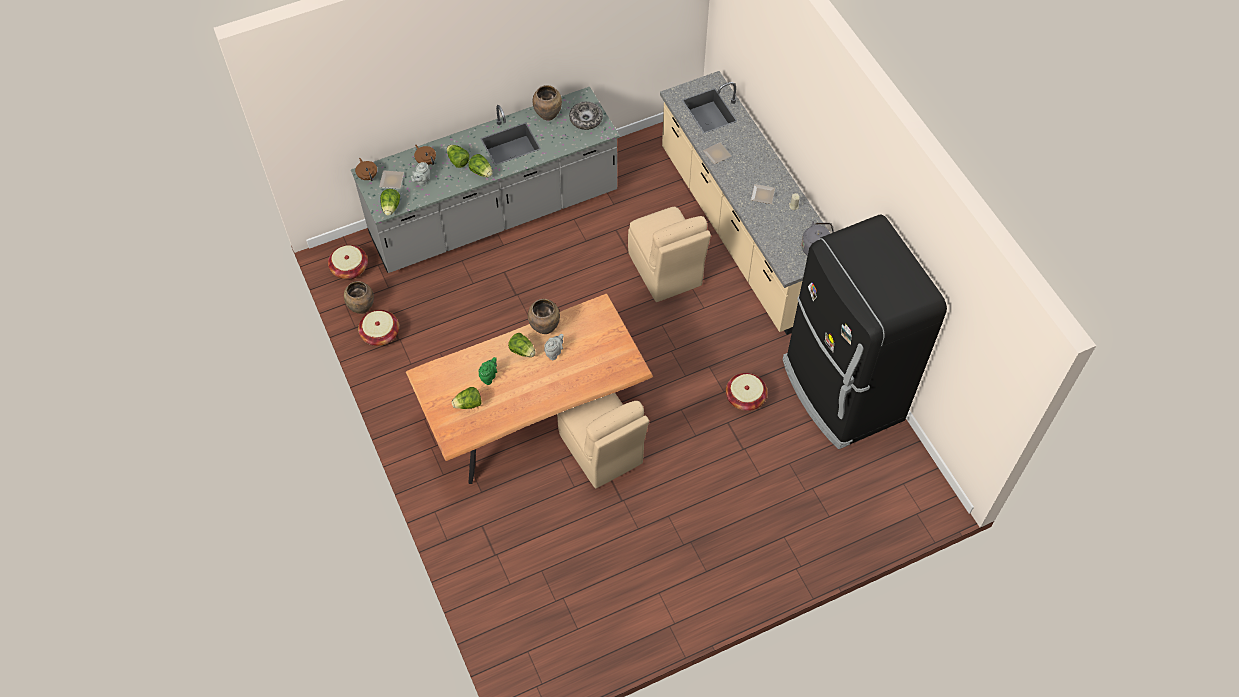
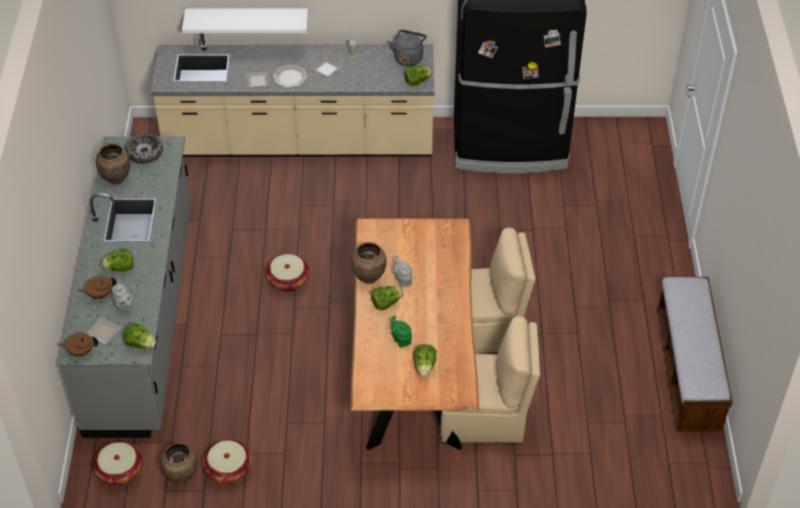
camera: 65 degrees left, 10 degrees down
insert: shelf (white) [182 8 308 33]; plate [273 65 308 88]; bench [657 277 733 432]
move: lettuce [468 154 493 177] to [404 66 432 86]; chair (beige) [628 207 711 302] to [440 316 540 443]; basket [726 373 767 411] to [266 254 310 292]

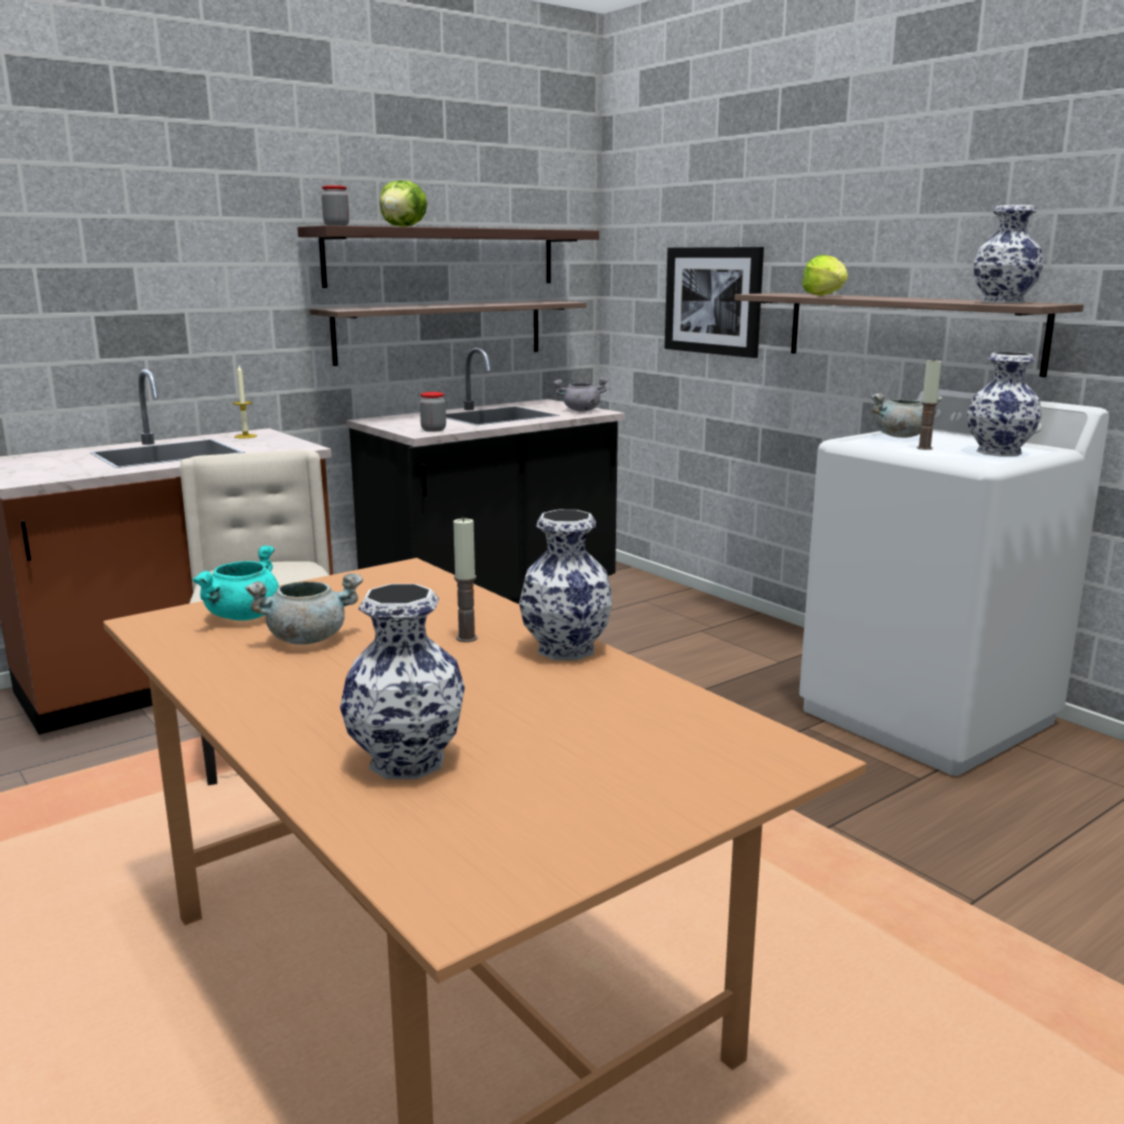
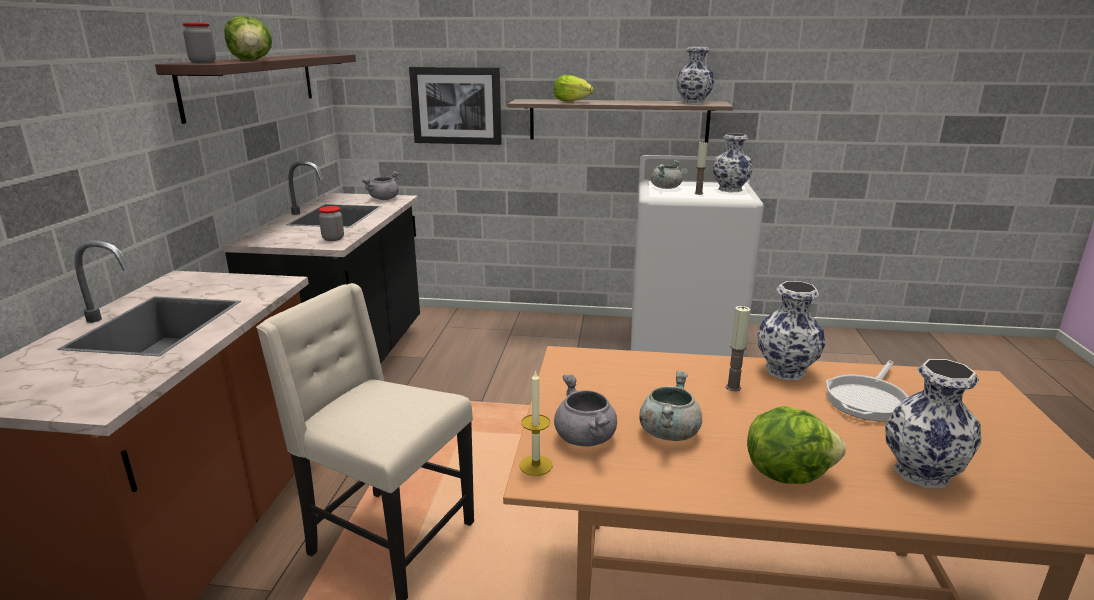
camera: 45 degrees left, 5 degrees up
delete: shelf [309 301 586 366]
insert: lettuce [747 406 846 484]; frying pan [826 361 908 421]
move: candle [233 365 257 438] to [520 370 553 476]
recolor: cooking pot (turquoise) [192 545 279 621] to cooking pot (grey) [554 374 617 446]

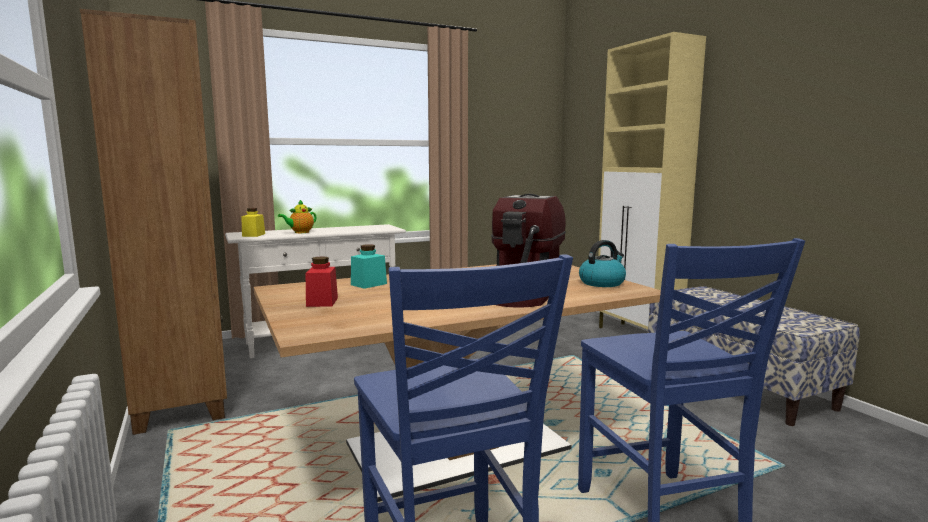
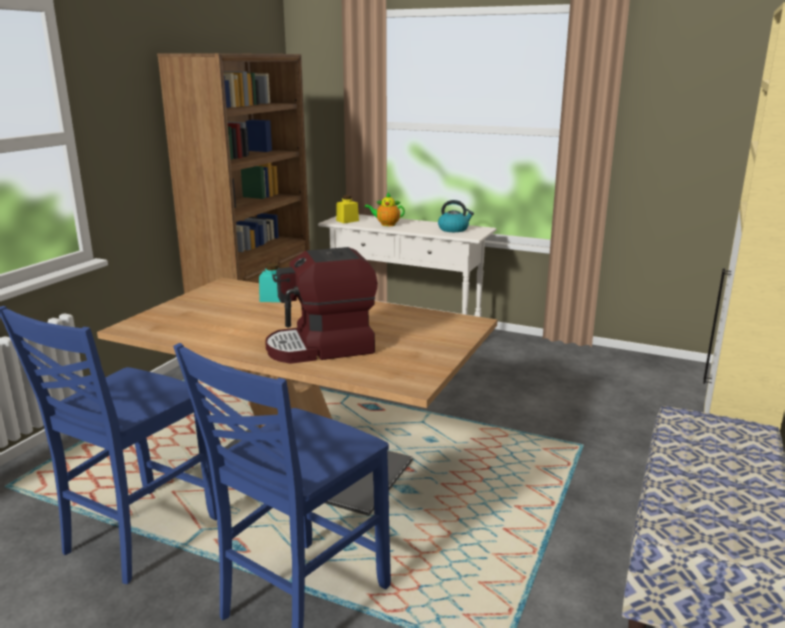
camera: 50 degrees right, 10 degrees up
delete: jar (red) [306 256 338 307]
move: kettle [579 240 626 287] to [438 200 474 232]

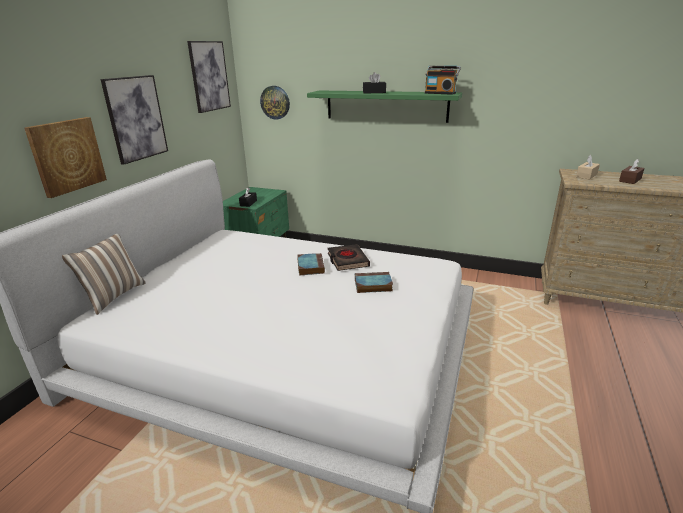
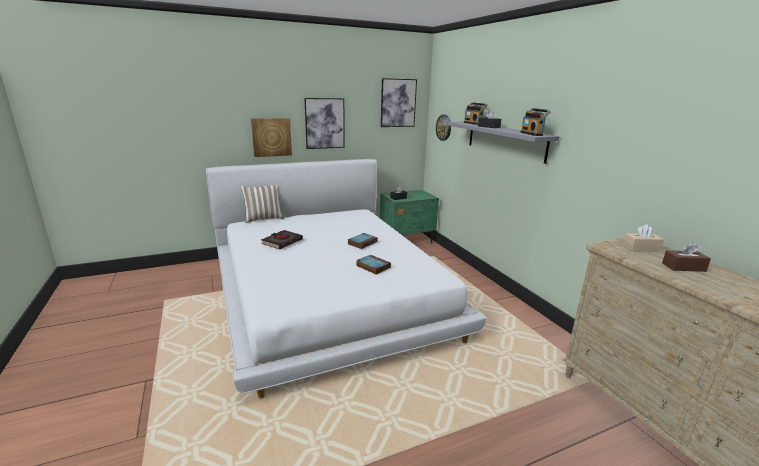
camera: 45 degrees right, 5 degrees down
insert: radio [464 102 488 125]
move: book (black) [327 244 370 271] to [261 230 303 249]
recolor: shelf (green) [307 91 462 123] to shelf (grey) [447 121 560 164]

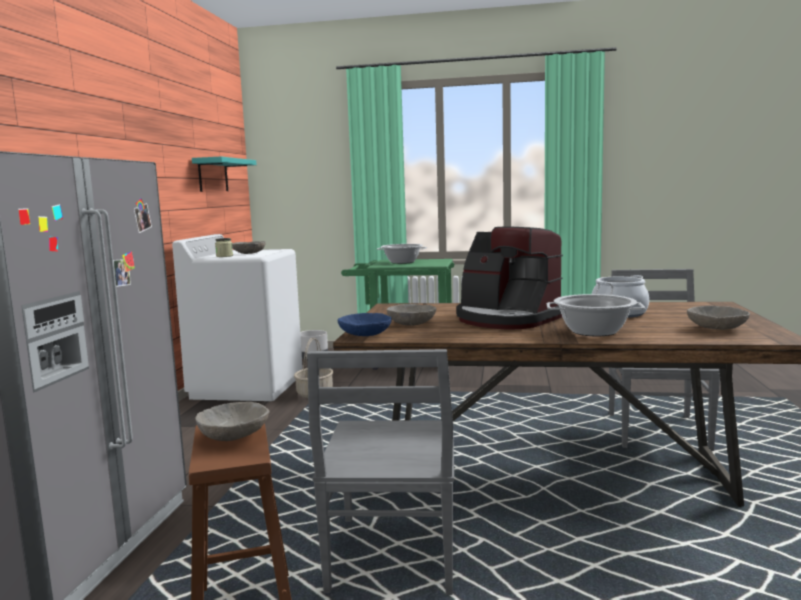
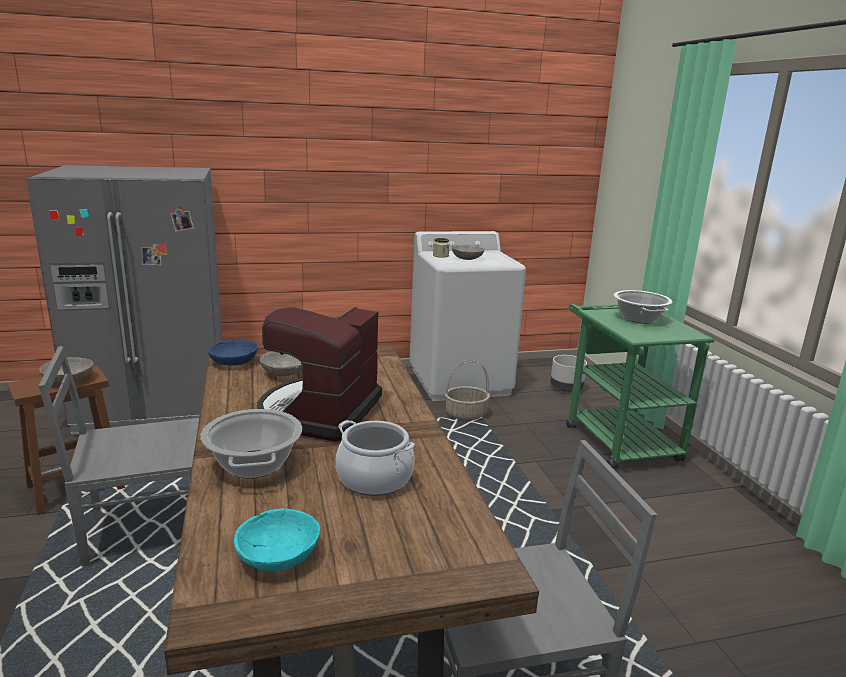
camera: 65 degrees right, 10 degrees up
delete: shelf (turquoise) [192 157 257 192]
recolor: bowl (grey) [687 306 750 330] to bowl (turquoise) [234 508 320 571]

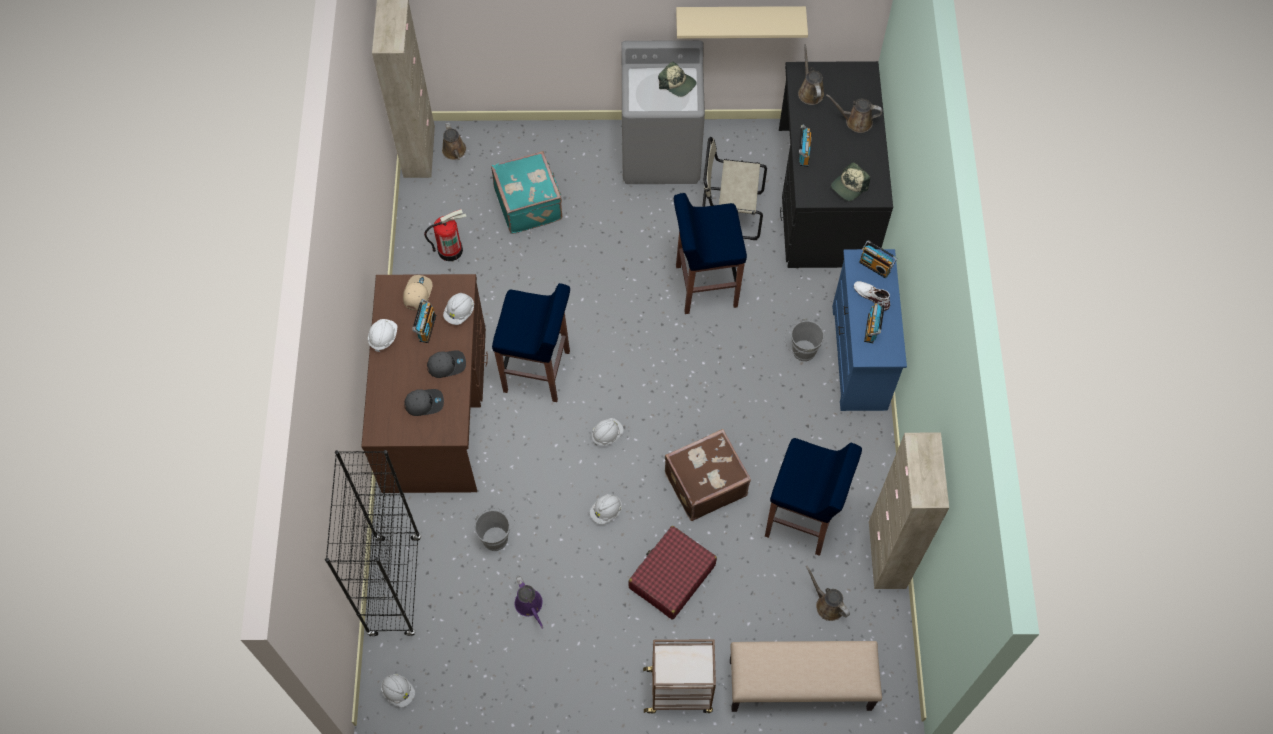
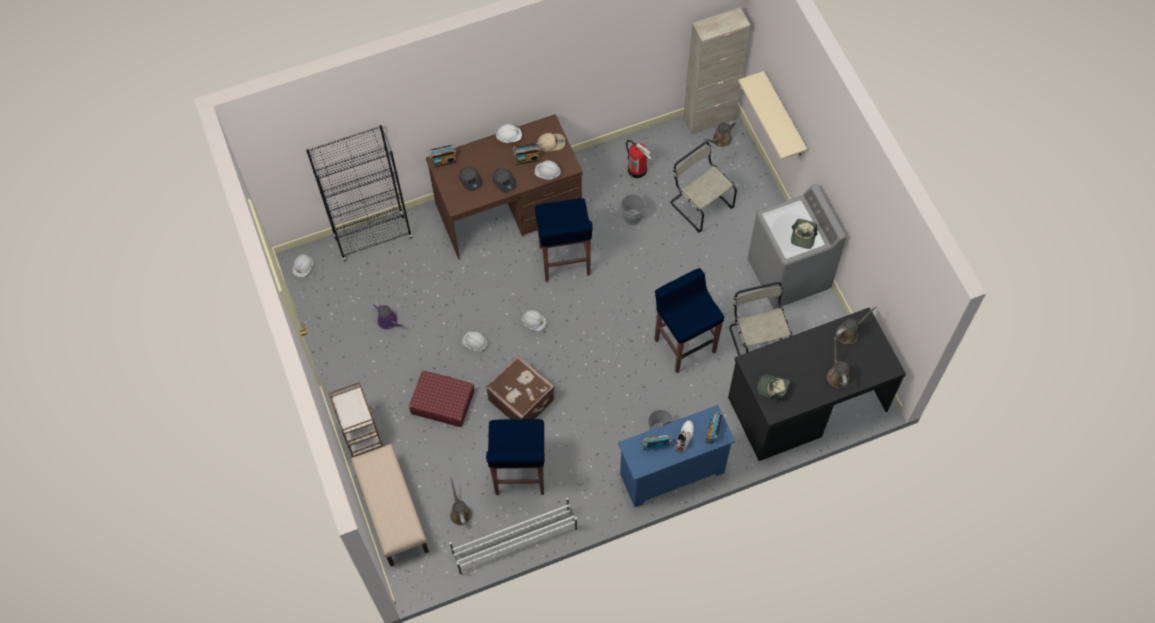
camera: 70 degrees right, 0 degrees up
move: bucket (grey) [475 508 515 551] to [621 192 649 225]; shelf (beige) [676 6 808 38] to [738 71 807 160]; radio [799 125 812 167] to [429 144 457 168]
replace: suitcase (turquoise) [491 151 562 234] to chair (beige) [671 141 737 233]; cabinet (beige) [869 432 949 589] to shoe rack (white) [449 498 577 576]
rotate: watering can (purple) [515 576 543 629] = [373 302 405 330] 90 degrees counterclockwise; watering can (brown) [806 566 850 621] = [450 477 472 526] 45 degrees counterclockwise

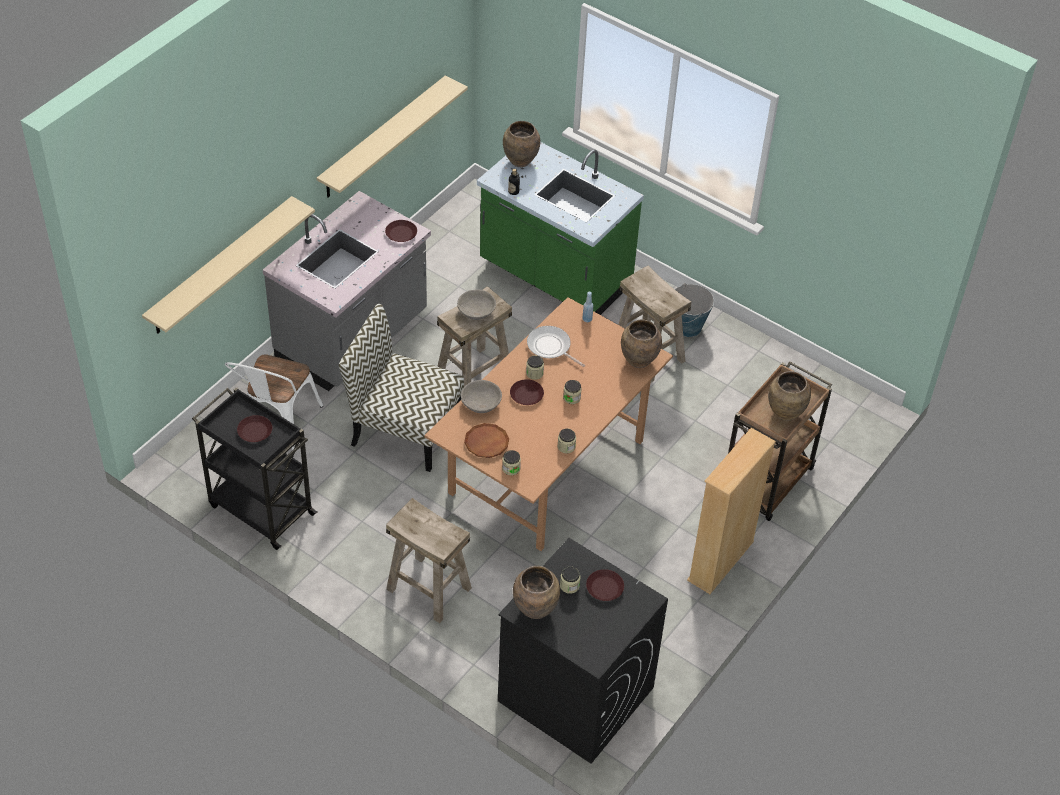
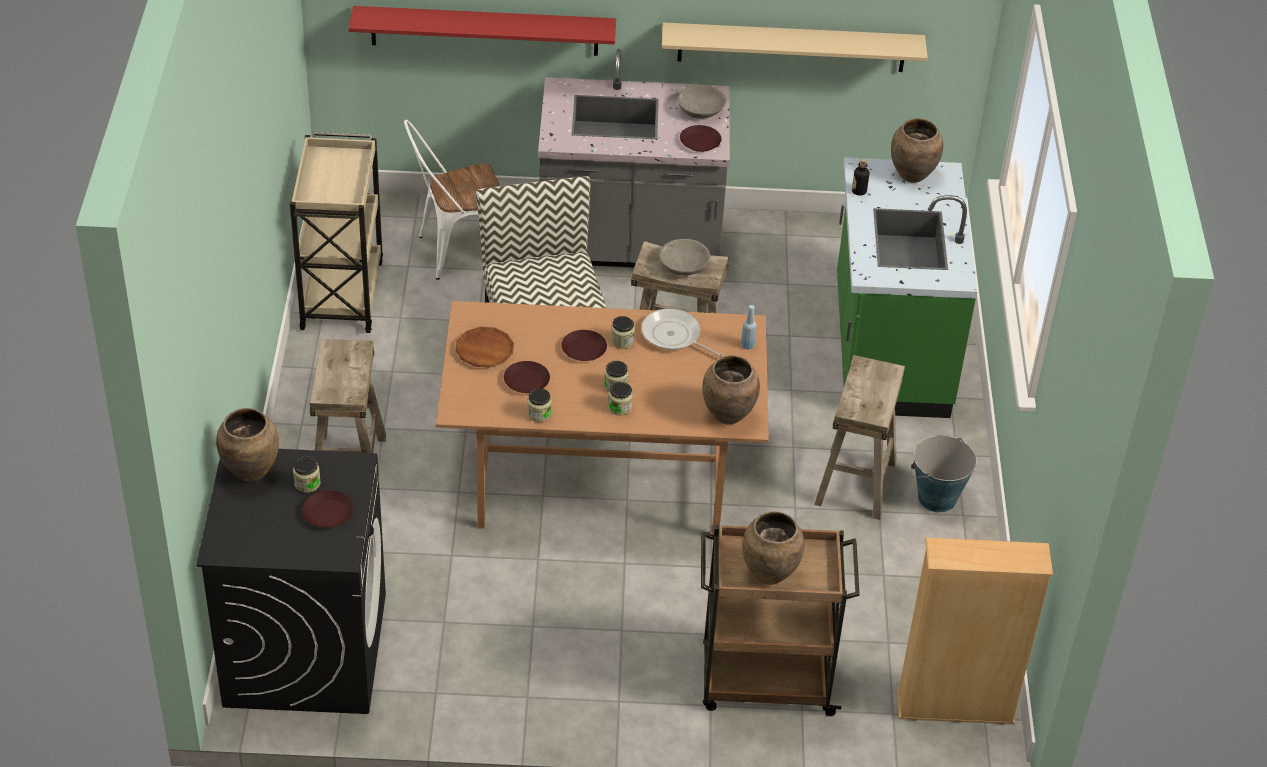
camera: 55 degrees right, 5 degrees down
move: plate (brown) [237 415 272 442] to [504 361 550 393]; bowl (grey) [461 380 502 413] to [678 85 726 119]; jar [502 450 521 475] to [608 382 633 416]; bookcase (beige) [687 428 776 594] to [896 538 1053 724]
recolor: shelf (beige) [142 196 315 334] to shelf (red) [349 6 616 56]; cart (black) [192 387 317 550] to cart (beige) [290 132 383 333]
rotate: frying pan [527 326 585 367] = [641 308 724 357] 60 degrees counterclockwise

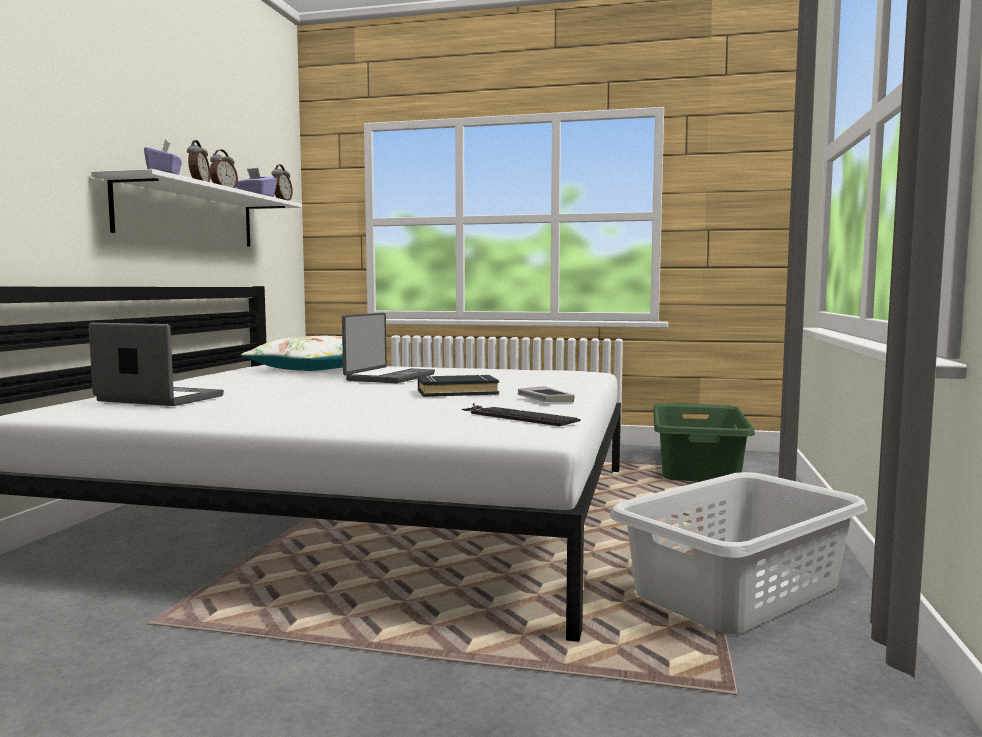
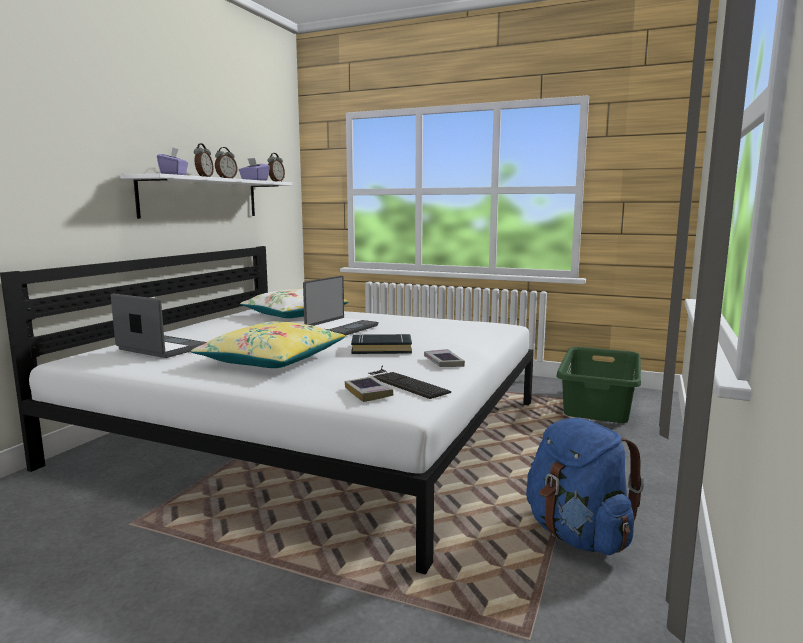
camera: 10 degrees right, 5 degrees up
insert: pillow (yellow) [191 322 346 368]; book [344 376 393 402]
replace: laundry basket (grey) [610 472 867 634] to backpack (blue) [526 418 644 555]

